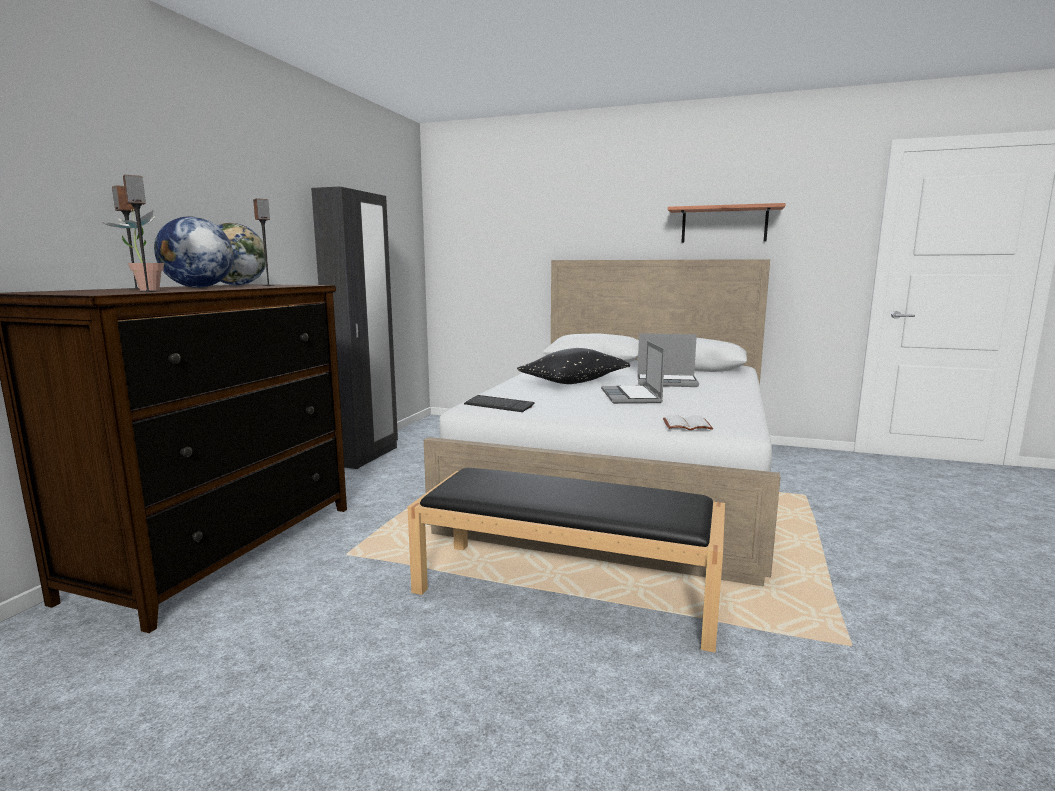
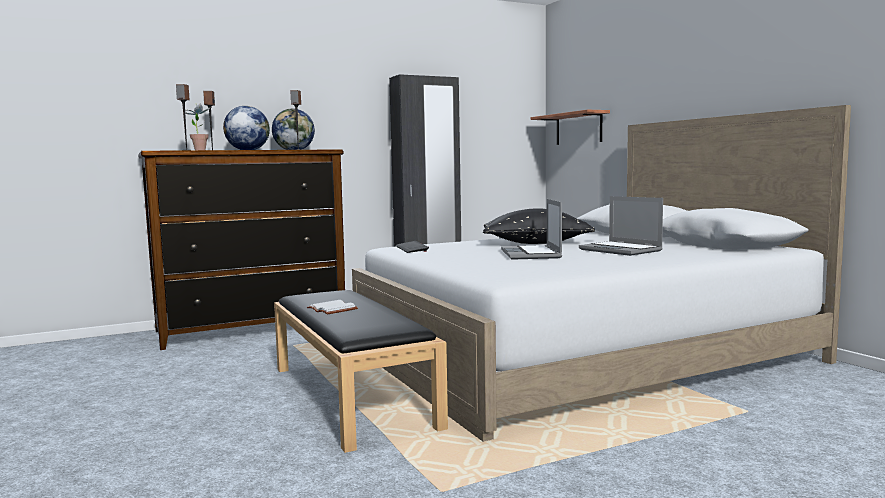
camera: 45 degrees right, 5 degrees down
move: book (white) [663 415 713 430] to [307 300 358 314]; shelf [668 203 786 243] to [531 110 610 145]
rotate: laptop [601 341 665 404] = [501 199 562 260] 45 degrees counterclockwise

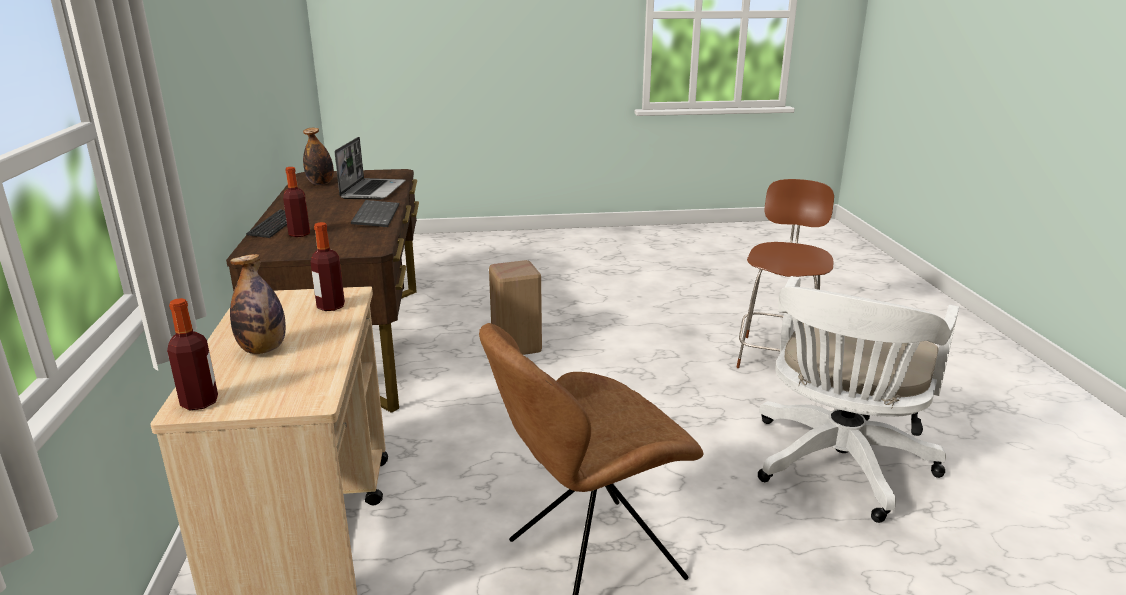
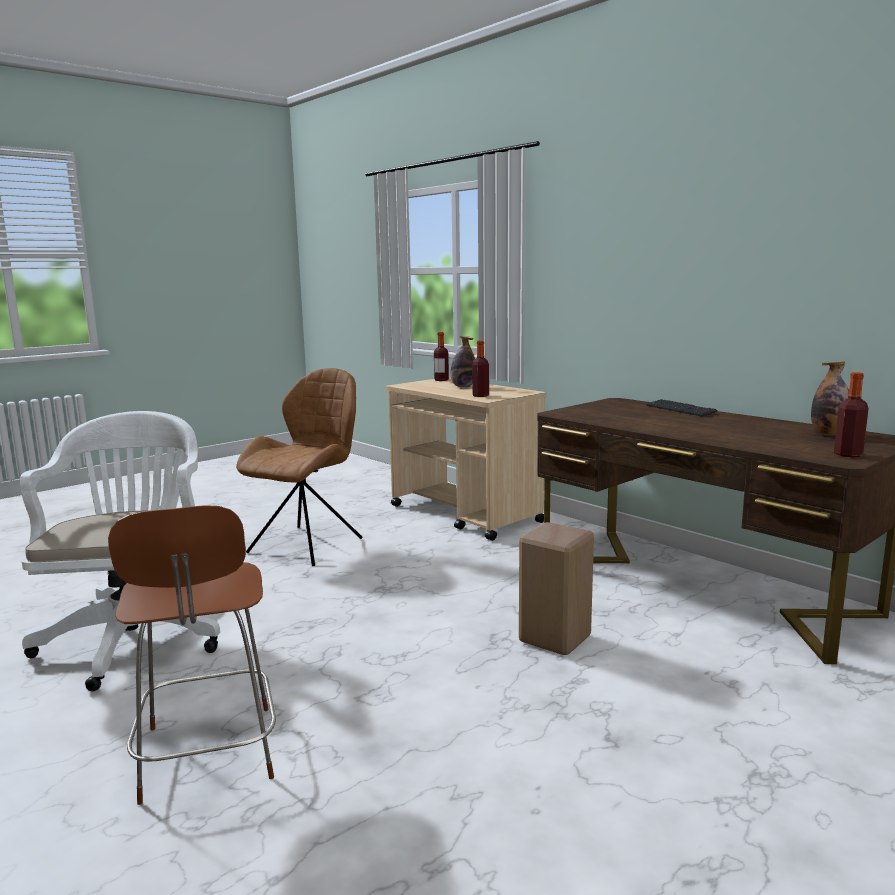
camera: 145 degrees right, 10 degrees down
delete: laptop [335 137 406 200]; keyboard [351 200 399 227]
move: bottle [283 167 310 237] to [834 372 869 457]

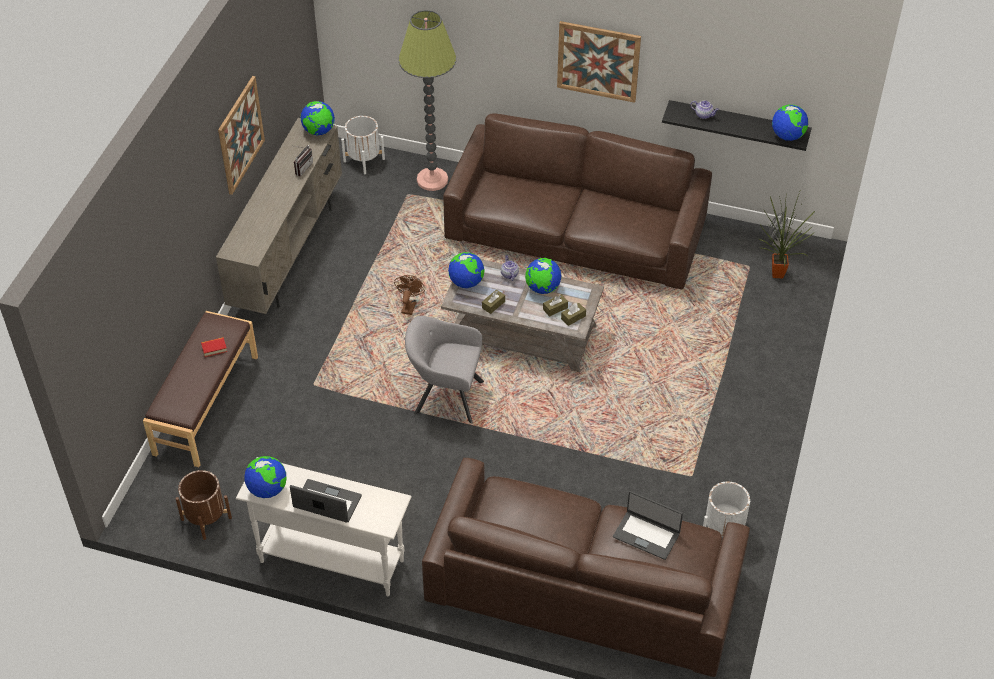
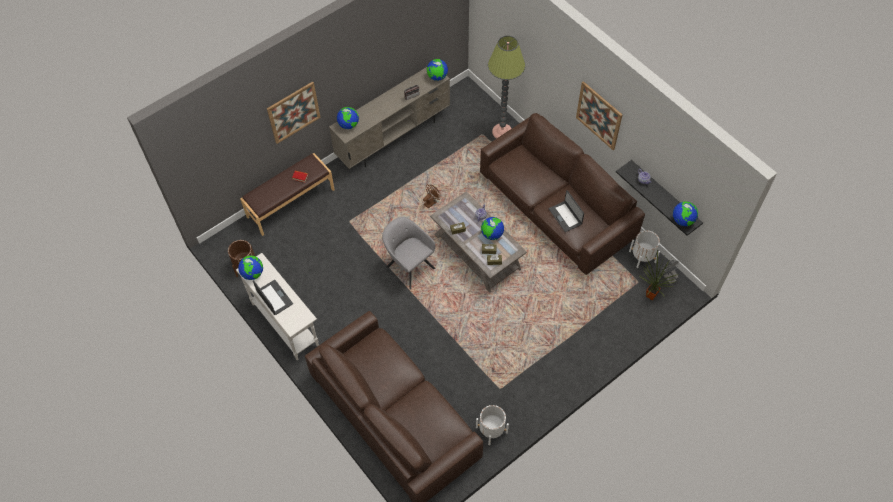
camera: 35 degrees right, 10 degrees up
move: picture [218 76 265 195] to [267 81 321 144]; planter (white) [341 116 385 174] to [629 231 660 268]; globe [448 252 485 288] to [337 107 359 129]; laptop [613 491 683 560] to [549 190 584 232]

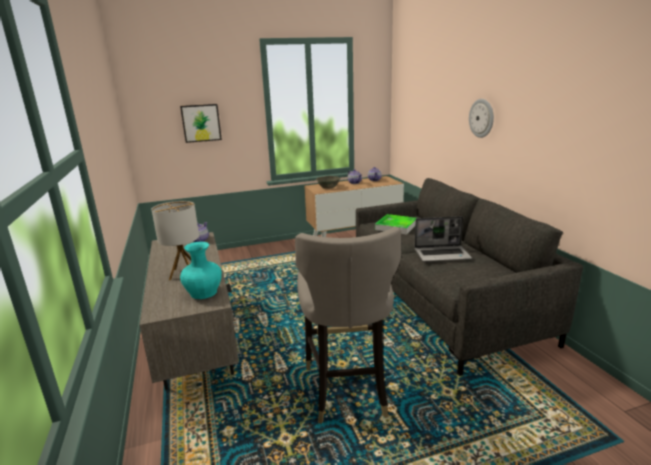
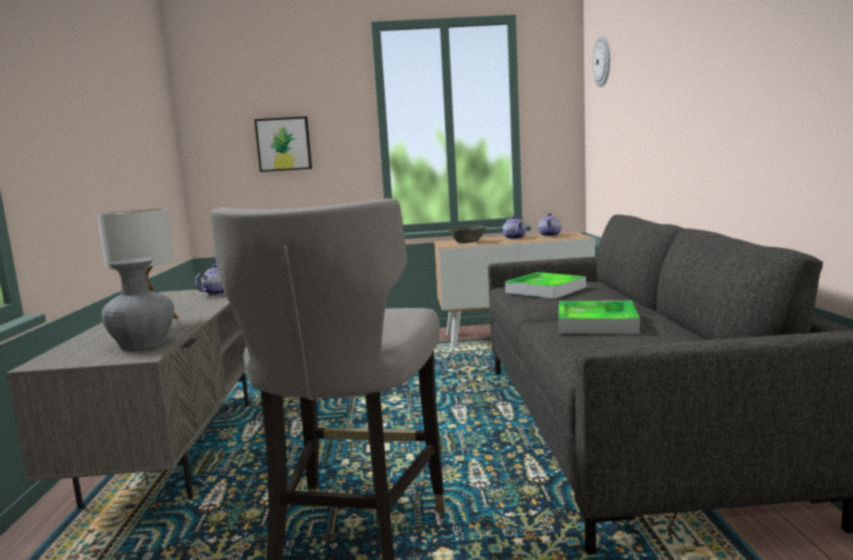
camera: 15 degrees right, 10 degrees down
move: wall clock [469 99 494 138] to [592 36 610 87]
replace: laptop [414 216 472 262] to tray [558 301 640 334]
recolor: vase (turquoise) [180 242 222 299] to vase (grey) [101 258 174 350]

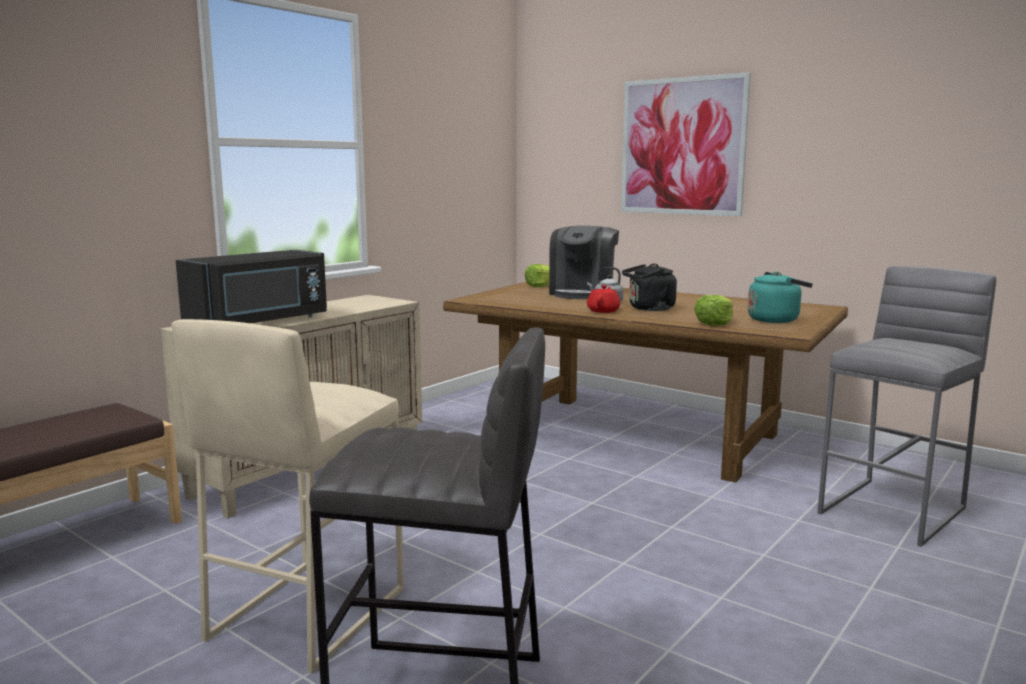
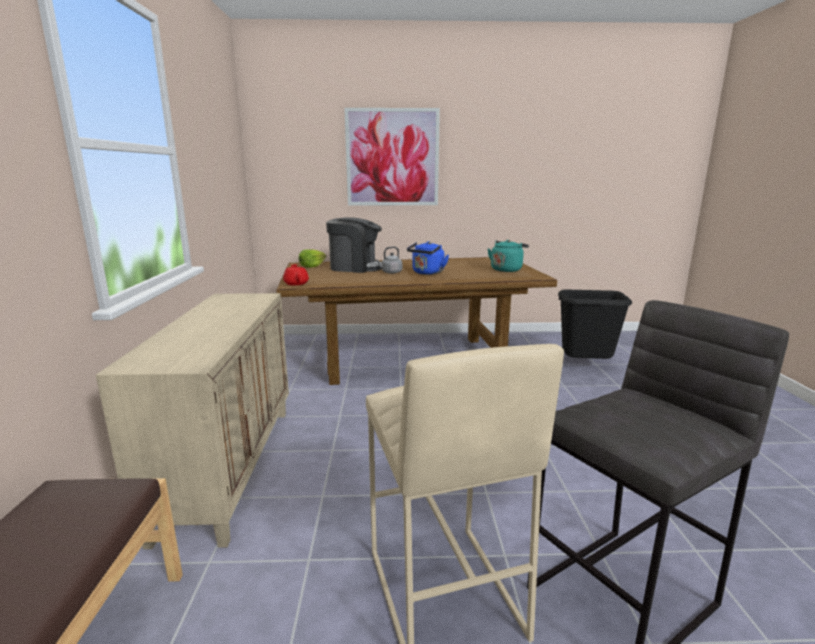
camera: 40 degrees left, 5 degrees up
delete: microwave (black) [176 250 327 323]; lettuce [694 295 733 326]
move: teapot (red) [587 285 620 313] to [283 264 309 285]
replace: stool (grey) [817 266 996 547] to trash can (black) [558 290 632 359]
recolor: kettle (black) [622 264 677 311] to kettle (blue) [407 241 449 275]
rotate: coffee machine [549 226 619 299] = [326 217 382 273] 60 degrees counterclockwise

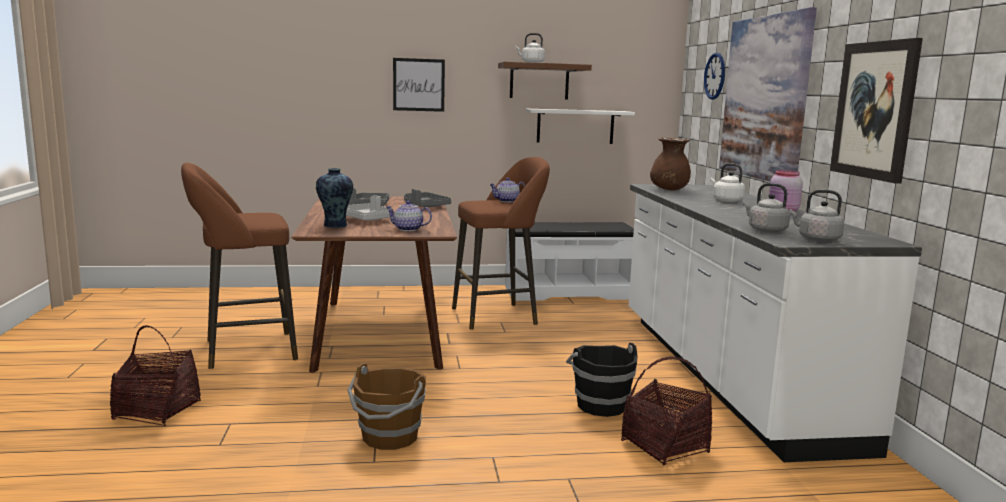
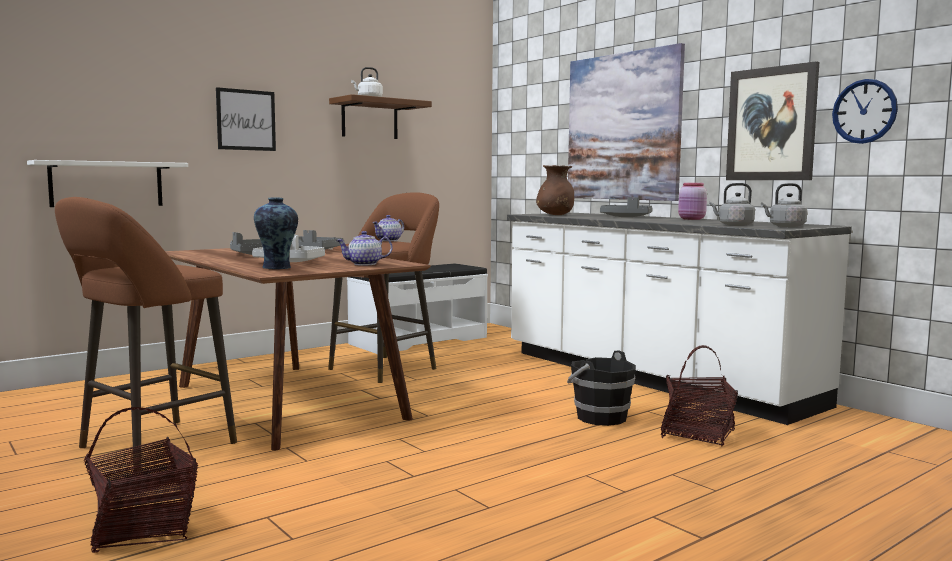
camera: 30 degrees left, 5 degrees down
delete: bucket (brown) [347 363 426 450]
move: shelf (white) [526 109 635 144] to [27 160 188 207]; wall clock [704 53 725 100] to [832 79 898 144]
replace: kettle (white) [710 163 745 202] to tray (grey) [600 197 653 217]

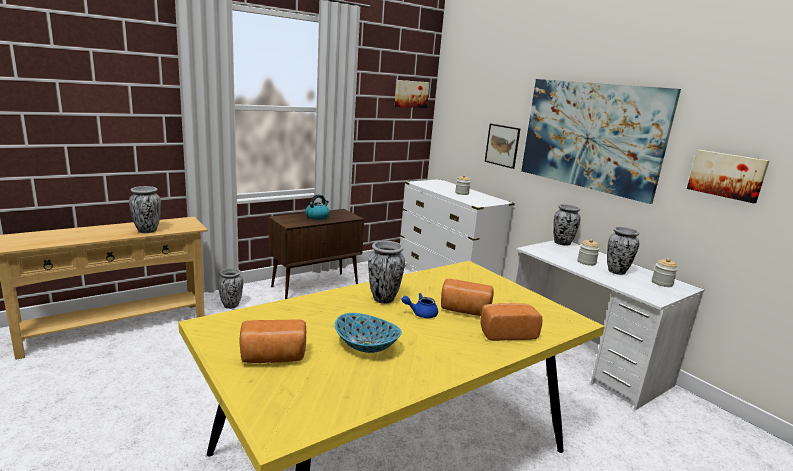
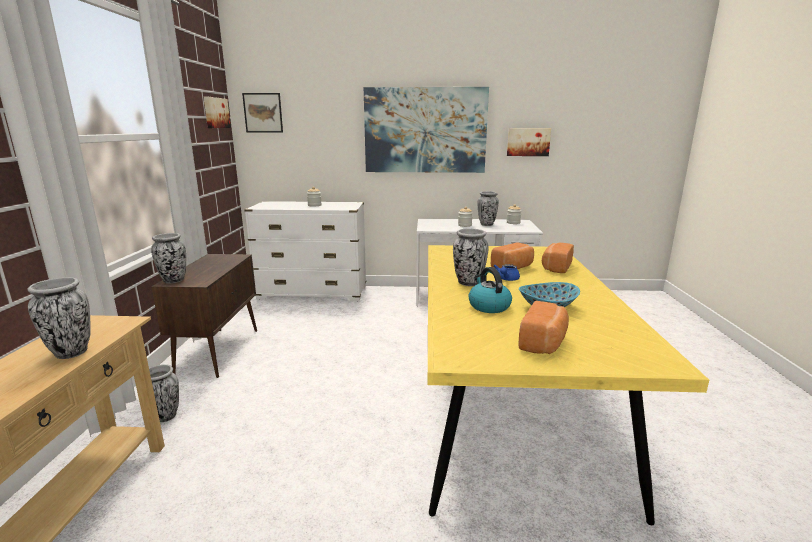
camera: 50 degrees left, 0 degrees up
move: kettle [305 195 330 220] to [469 267 512 313]; picture [485 124 520 169] to [242 93 283 132]; vase [553 204 581 246] to [151 233 186 283]

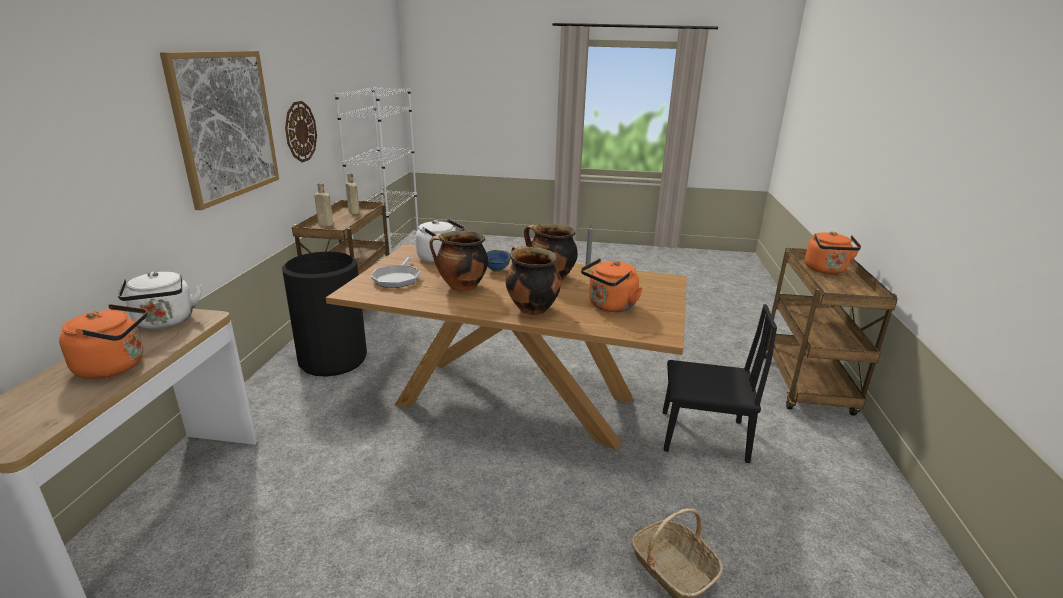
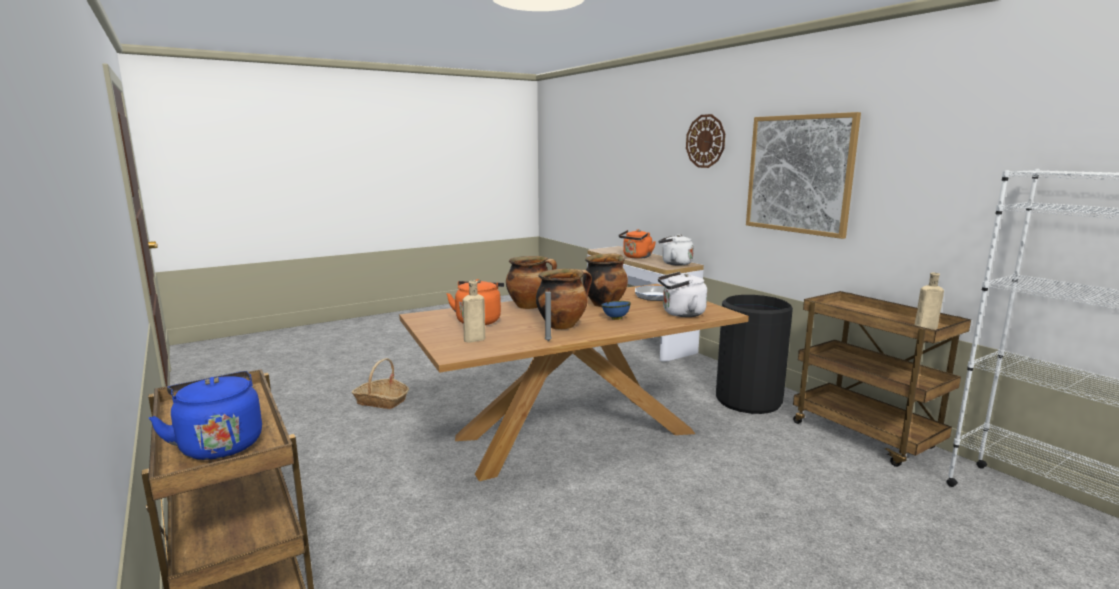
camera: 140 degrees right, 10 degrees down
delete: chair (black) [663 304 777 463]
move: wall clock [285 101 317 162] to [686 114 725 168]; bottle (beige) [314 182 333 226] to [463 281 485 343]
recolor: kettle (orange) [805 231 861 274] to kettle (blue) [149 371 262 460]

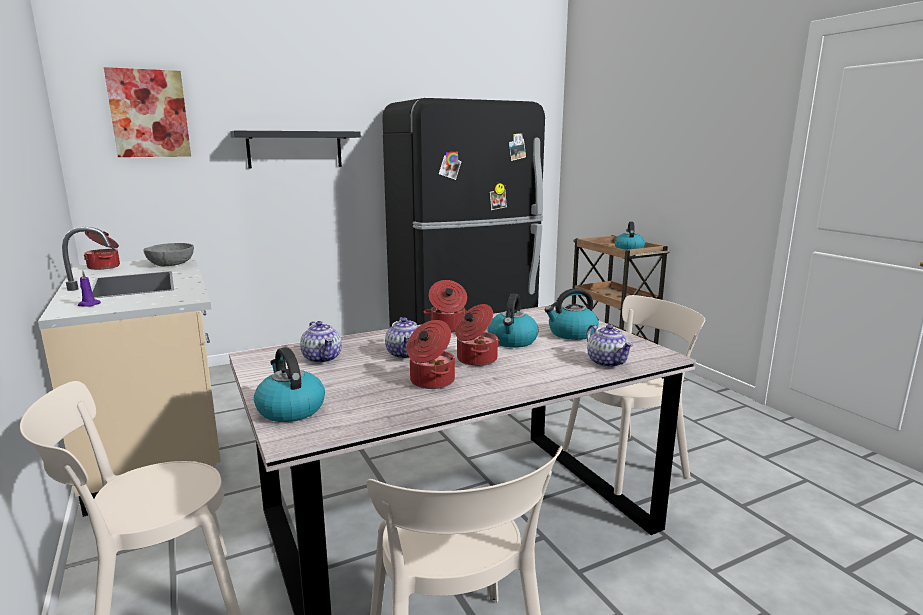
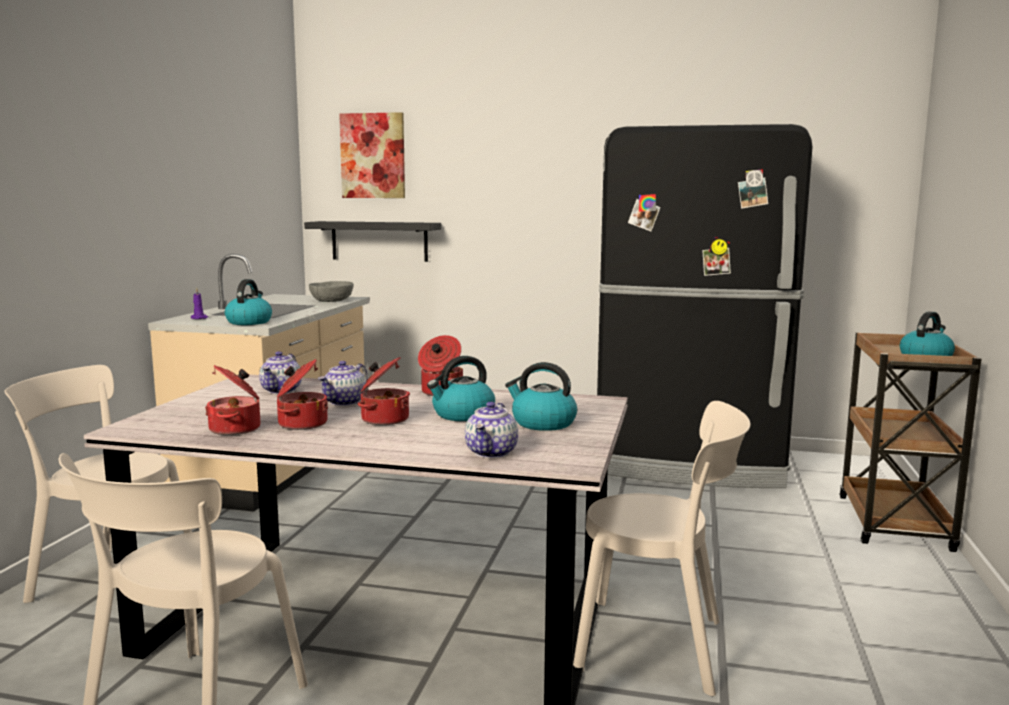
camera: 40 degrees right, 5 degrees down
move: cooking pot [84 231 120 270] to [205 365 260 435]; shelf (black) [230 131 361 169] to [304 221 441 262]; kettle [254 347 325 422] to [225 279 272 325]

